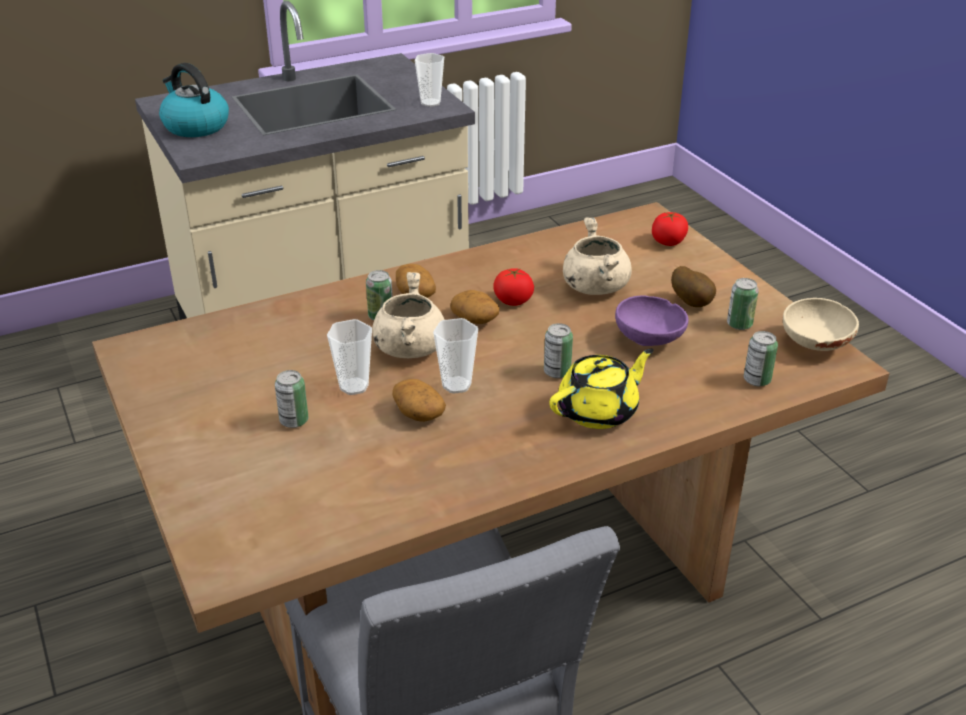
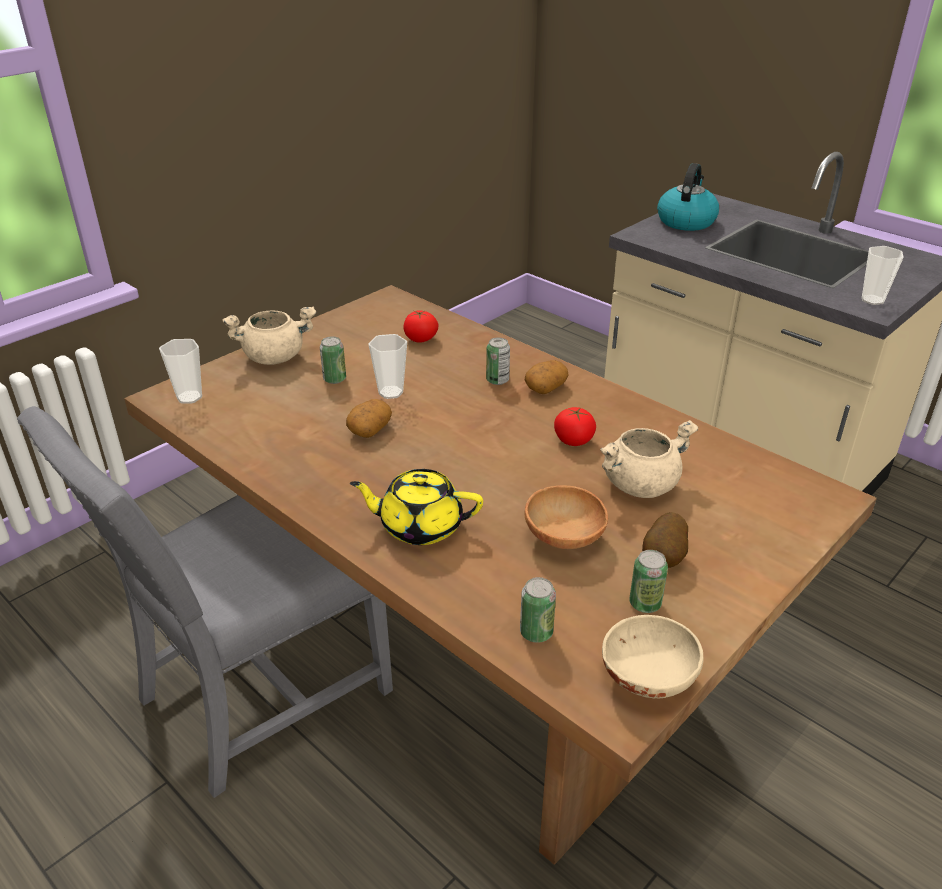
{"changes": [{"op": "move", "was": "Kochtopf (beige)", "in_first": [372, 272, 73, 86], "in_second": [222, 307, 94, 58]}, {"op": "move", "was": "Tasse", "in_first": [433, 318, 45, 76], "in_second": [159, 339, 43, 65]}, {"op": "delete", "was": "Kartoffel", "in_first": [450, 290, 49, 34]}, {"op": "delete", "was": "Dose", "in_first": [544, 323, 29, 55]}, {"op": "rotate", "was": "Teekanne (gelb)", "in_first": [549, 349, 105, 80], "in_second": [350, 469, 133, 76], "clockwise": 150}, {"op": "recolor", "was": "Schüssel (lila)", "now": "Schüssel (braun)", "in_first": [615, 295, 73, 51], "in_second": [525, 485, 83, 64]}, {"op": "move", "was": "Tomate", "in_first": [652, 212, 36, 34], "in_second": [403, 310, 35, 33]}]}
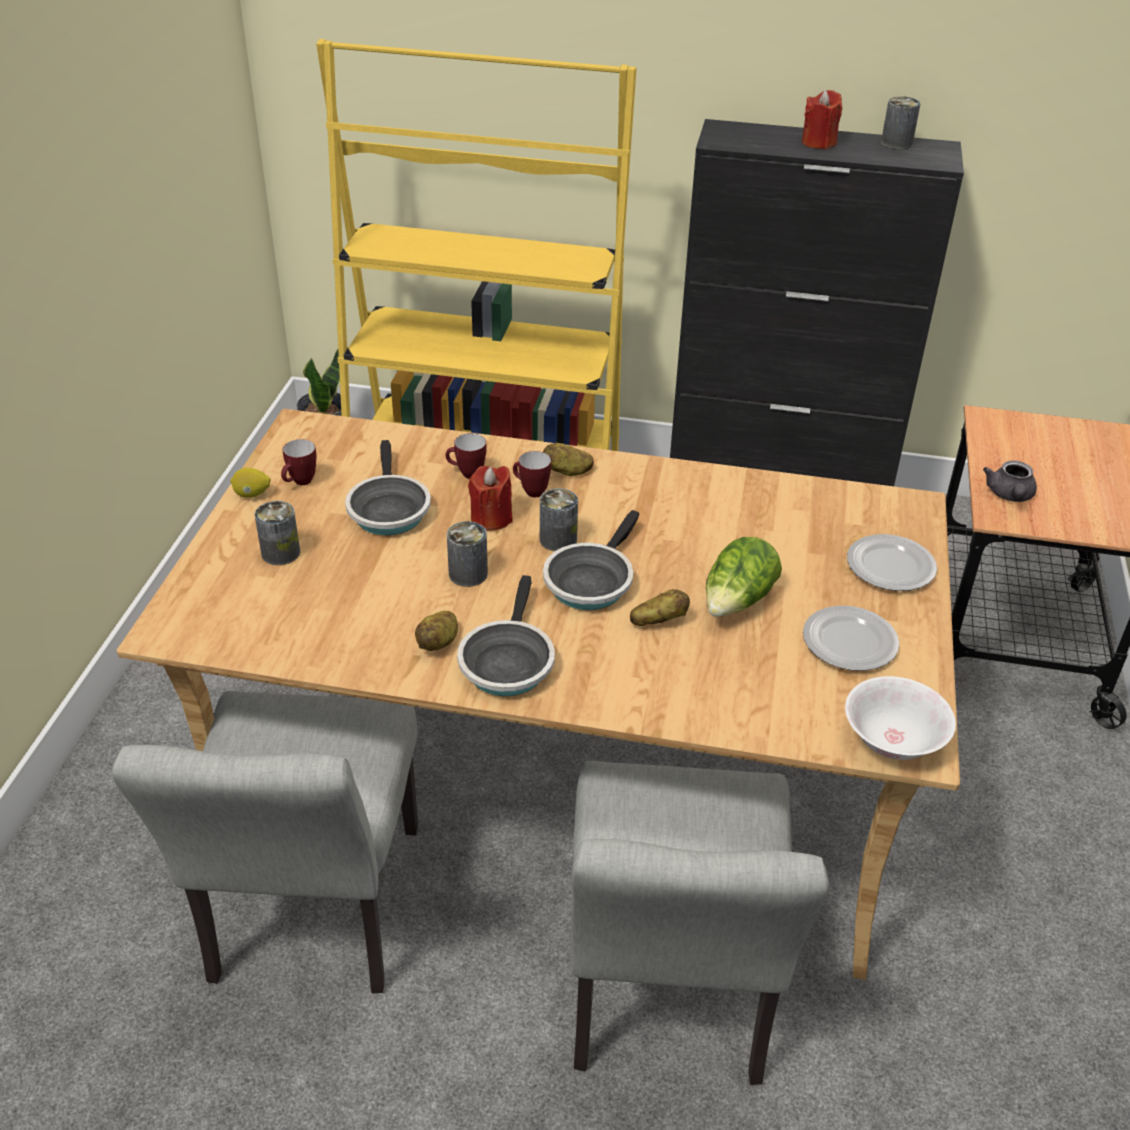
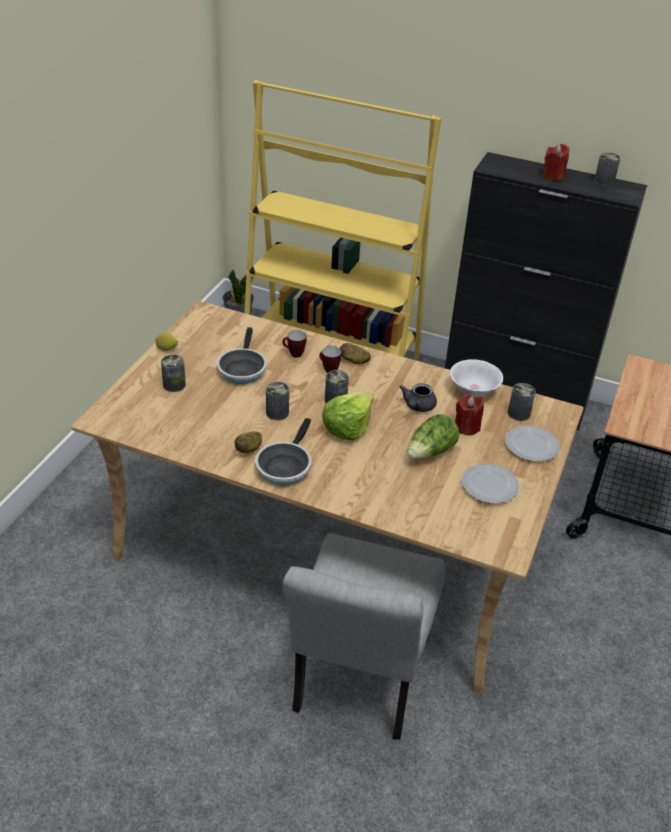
{"changes": [{"op": "delete", "was": "Stuhl (grau)", "in_first": [112, 691, 306, 303]}, {"op": "delete", "was": "Henkelbecher", "in_first": [281, 439, 35, 46]}, {"op": "move", "was": "Kerze (rot)", "in_first": [468, 466, 45, 65], "in_second": [455, 394, 29, 41]}, {"op": "replace", "was": "Pfanne", "now": "Salatkopf", "in_first": [543, 510, 96, 100], "in_second": [322, 392, 51, 49]}, {"op": "delete", "was": "Kartoffel", "in_first": [630, 589, 60, 37]}, {"op": "move", "was": "Schüssel (weiß)", "in_first": [845, 676, 111, 84], "in_second": [450, 359, 53, 38]}, {"op": "move", "was": "Teekanne (grau)", "in_first": [983, 460, 54, 42], "in_second": [400, 383, 37, 29]}, {"op": "insert", "now": "Dose", "in_second": [508, 383, 28, 38]}]}
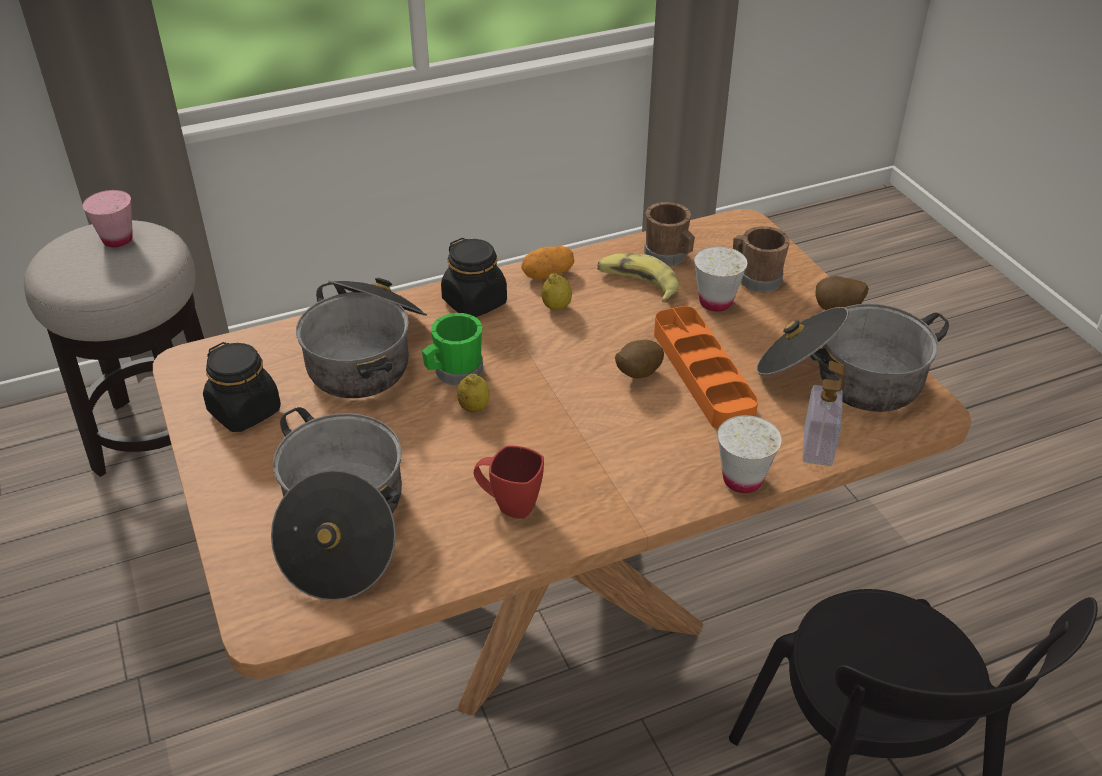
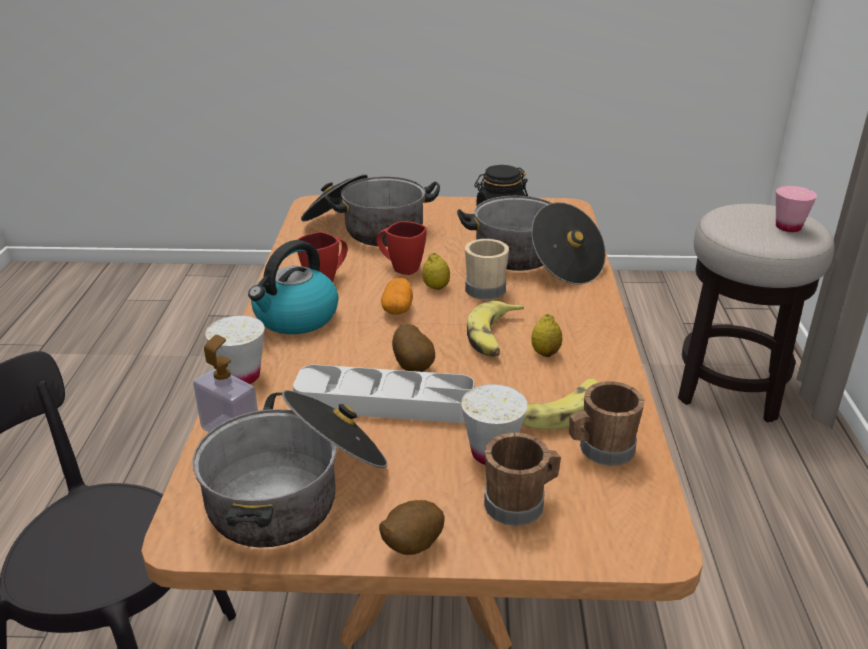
{"changes": [{"op": "recolor", "was": "Henkelbecher (grün)", "now": "Henkelbecher (beige)", "in_first": [422, 313, 61, 73], "in_second": [465, 239, 44, 61]}, {"op": "delete", "was": "Vorratsglas (schwarz)", "in_first": [441, 238, 66, 79]}, {"op": "move", "was": "Kartoffel", "in_first": [521, 246, 53, 34], "in_second": [381, 278, 32, 37]}, {"op": "recolor", "was": "Tablett (orange)", "now": "Tablett (grau)", "in_first": [654, 306, 104, 124], "in_second": [293, 364, 181, 59]}, {"op": "insert", "now": "Wasserkessel", "in_second": [248, 240, 90, 94]}, {"op": "insert", "now": "Henkelbecher (rot)", "in_second": [377, 221, 50, 54]}, {"op": "insert", "now": "Banane", "in_second": [467, 301, 57, 56]}]}
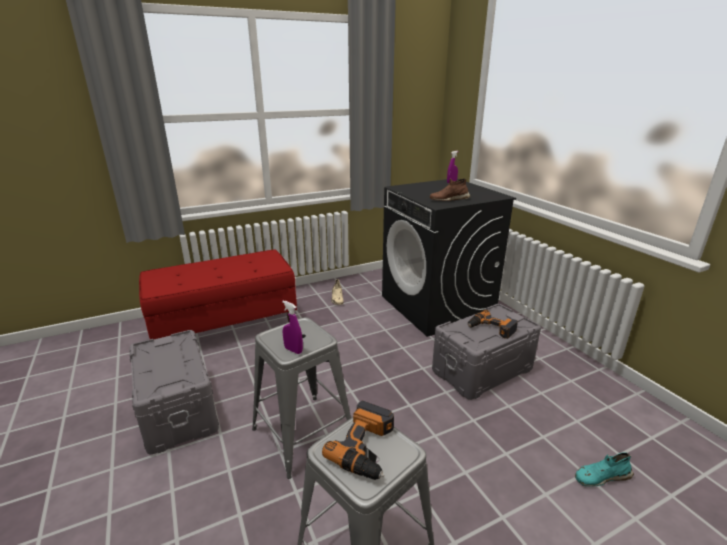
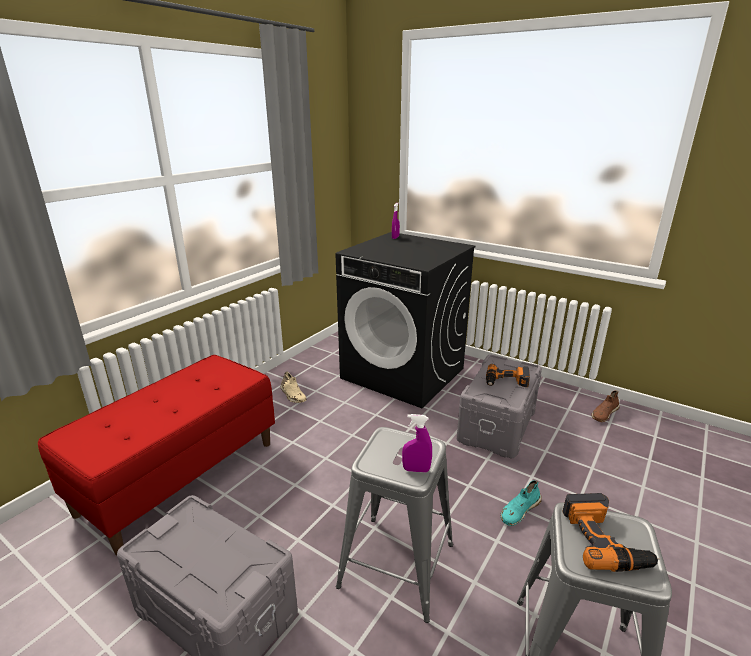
{"changes": [{"op": "move", "was": "Schuh (braun)", "in_first": [430, 178, 41, 23], "in_second": [591, 390, 28, 32]}, {"op": "move", "was": "Schuh (türkis)", "in_first": [575, 452, 59, 35], "in_second": [500, 480, 42, 46]}]}
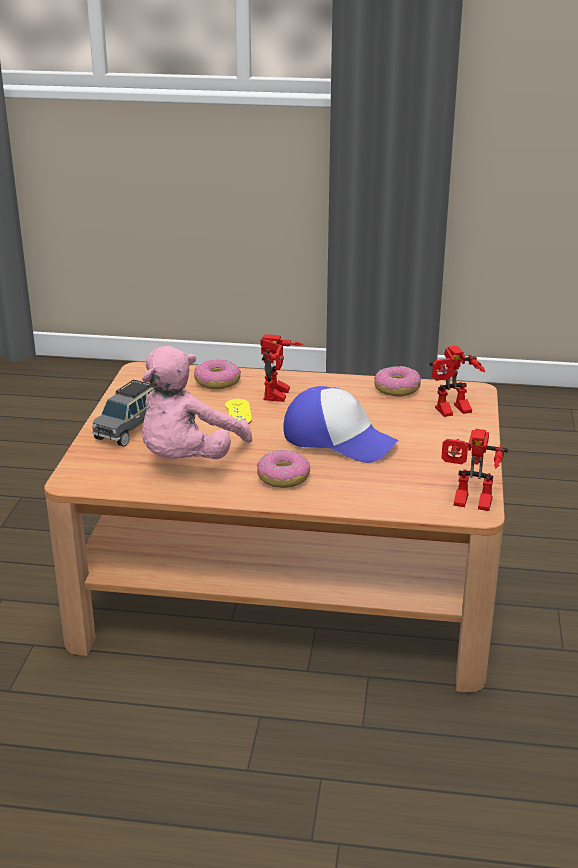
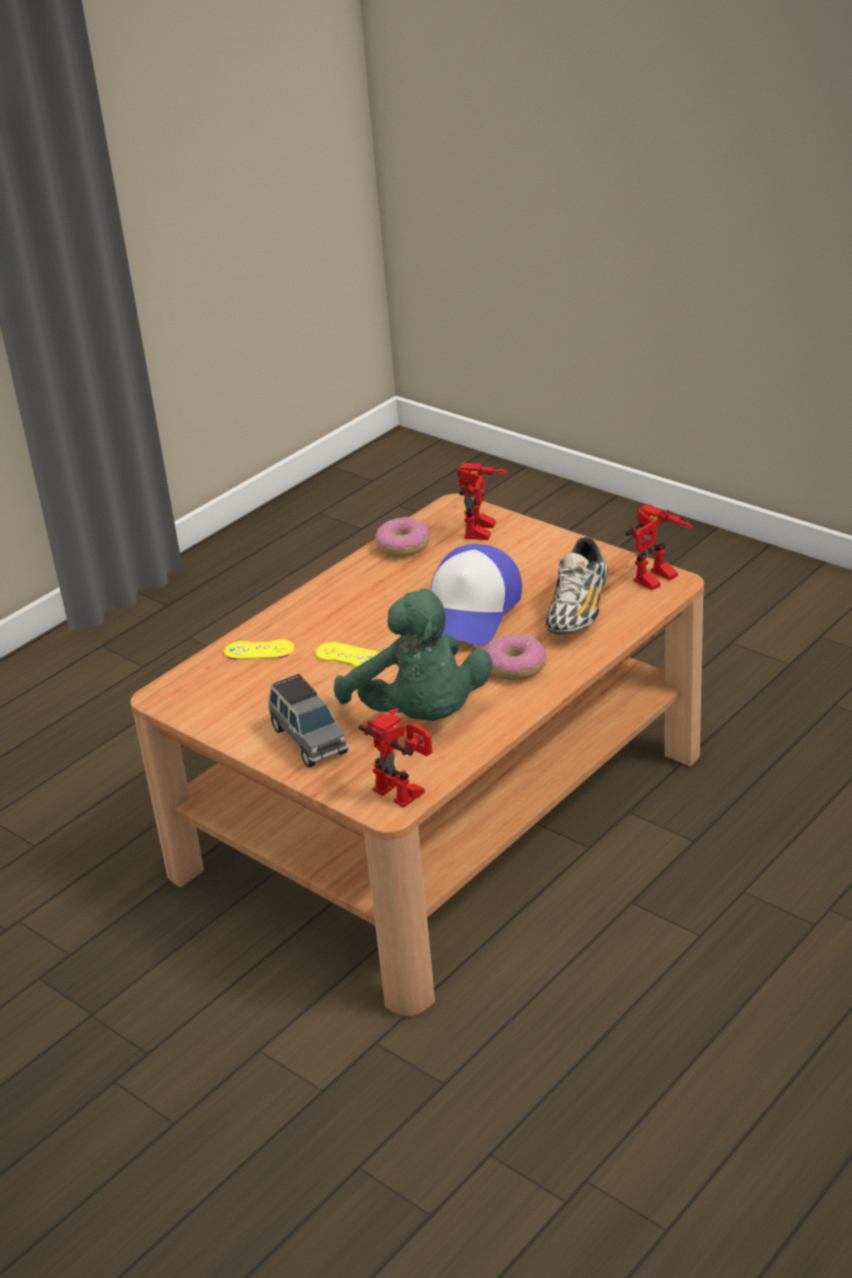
{"changes": [{"op": "recolor", "was": "Plüschtier (rosa)", "now": "Plüschtier (grün)", "in_first": [142, 346, 111, 113], "in_second": [334, 588, 158, 133]}, {"op": "replace", "was": "Donut", "now": "Gamepad (gelb)", "in_first": [194, 359, 47, 30], "in_second": [224, 639, 70, 21]}, {"op": "move", "was": "Spielzeugroboter", "in_first": [260, 334, 44, 68], "in_second": [359, 708, 74, 99]}, {"op": "rotate", "was": "Kappe", "in_first": [283, 386, 116, 77], "in_second": [431, 544, 91, 102], "clockwise": 135}, {"op": "insert", "now": "Schuh", "in_second": [546, 537, 62, 98]}]}
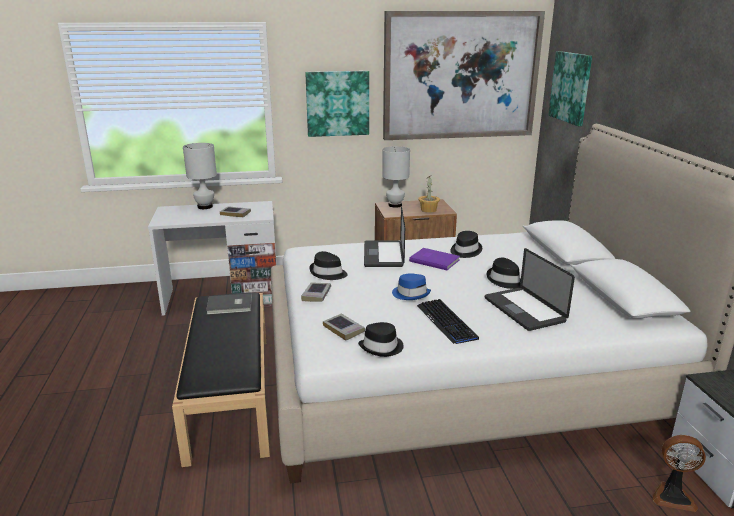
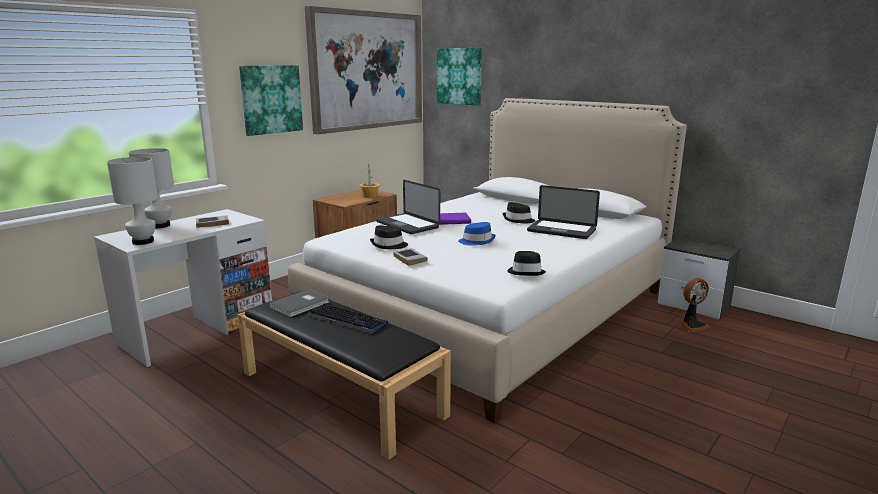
{"changes": [{"op": "delete", "was": "Buch", "in_first": [323, 314, 42, 27]}, {"op": "move", "was": "Tischlampe (weiß)", "in_first": [382, 146, 28, 62], "in_second": [107, 157, 51, 88]}, {"op": "move", "was": "Tastatur", "in_first": [417, 299, 62, 45], "in_second": [307, 303, 81, 30]}, {"op": "delete", "was": "Hut (schwarz)", "in_first": [450, 231, 32, 27]}]}
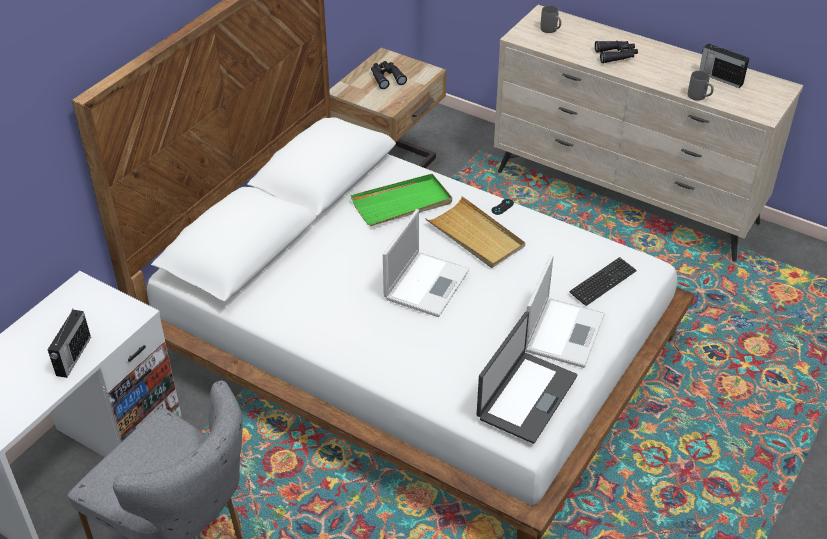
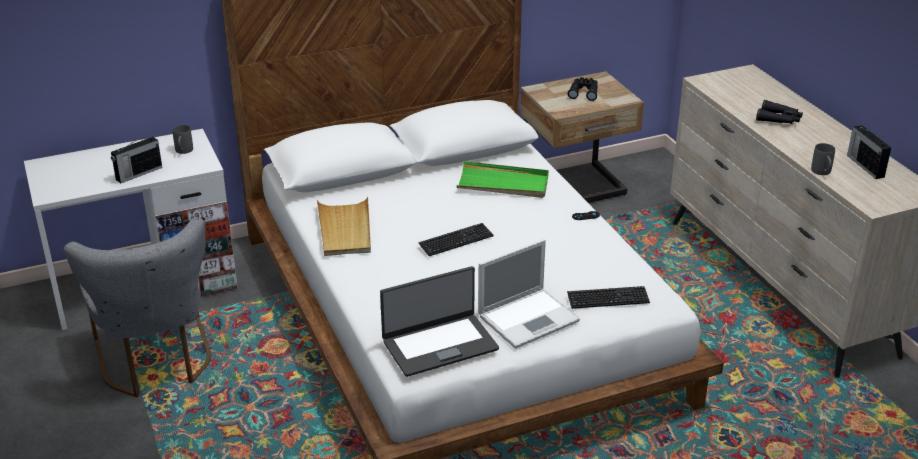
{"changes": [{"op": "replace", "was": "Laptop", "now": "Tastatur", "in_first": [383, 209, 87, 108], "in_second": [418, 223, 76, 33]}, {"op": "move", "was": "Tablett (beige)", "in_first": [425, 196, 100, 72], "in_second": [317, 197, 54, 59]}, {"op": "move", "was": "Henkelbecher (grau)", "in_first": [540, 5, 21, 28], "in_second": [172, 125, 21, 29]}]}
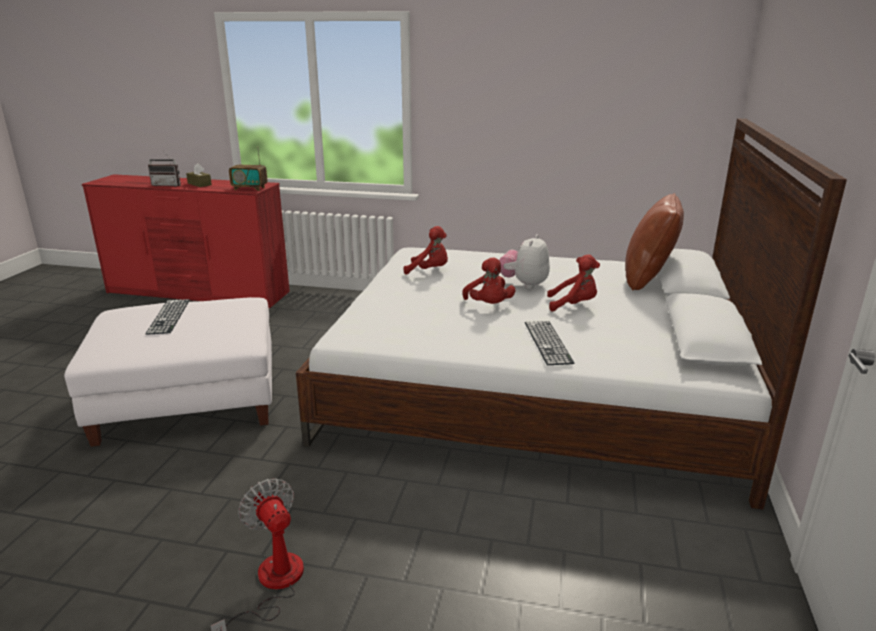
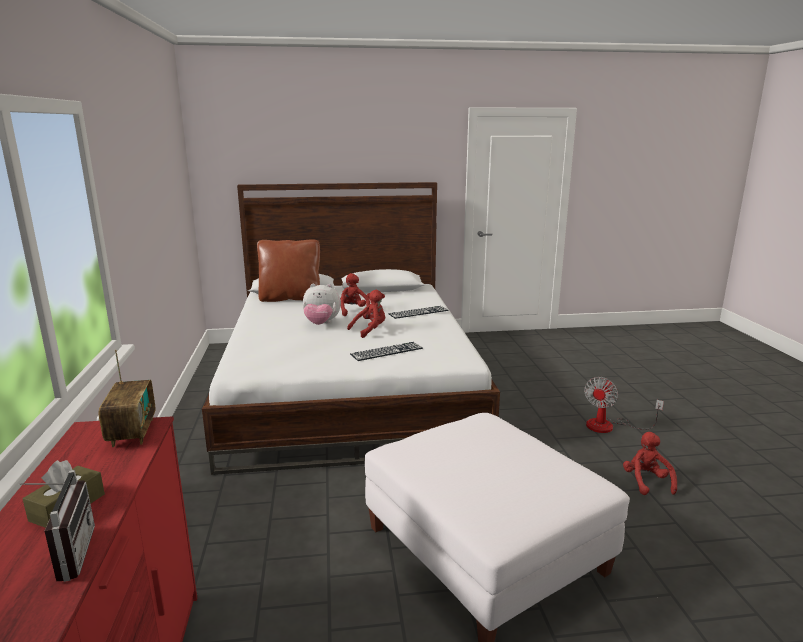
{"changes": [{"op": "move", "was": "Tastatur", "in_first": [146, 299, 44, 36], "in_second": [350, 342, 73, 19]}, {"op": "move", "was": "Plüschtier (rot)", "in_first": [404, 226, 44, 49], "in_second": [623, 432, 54, 63]}]}
